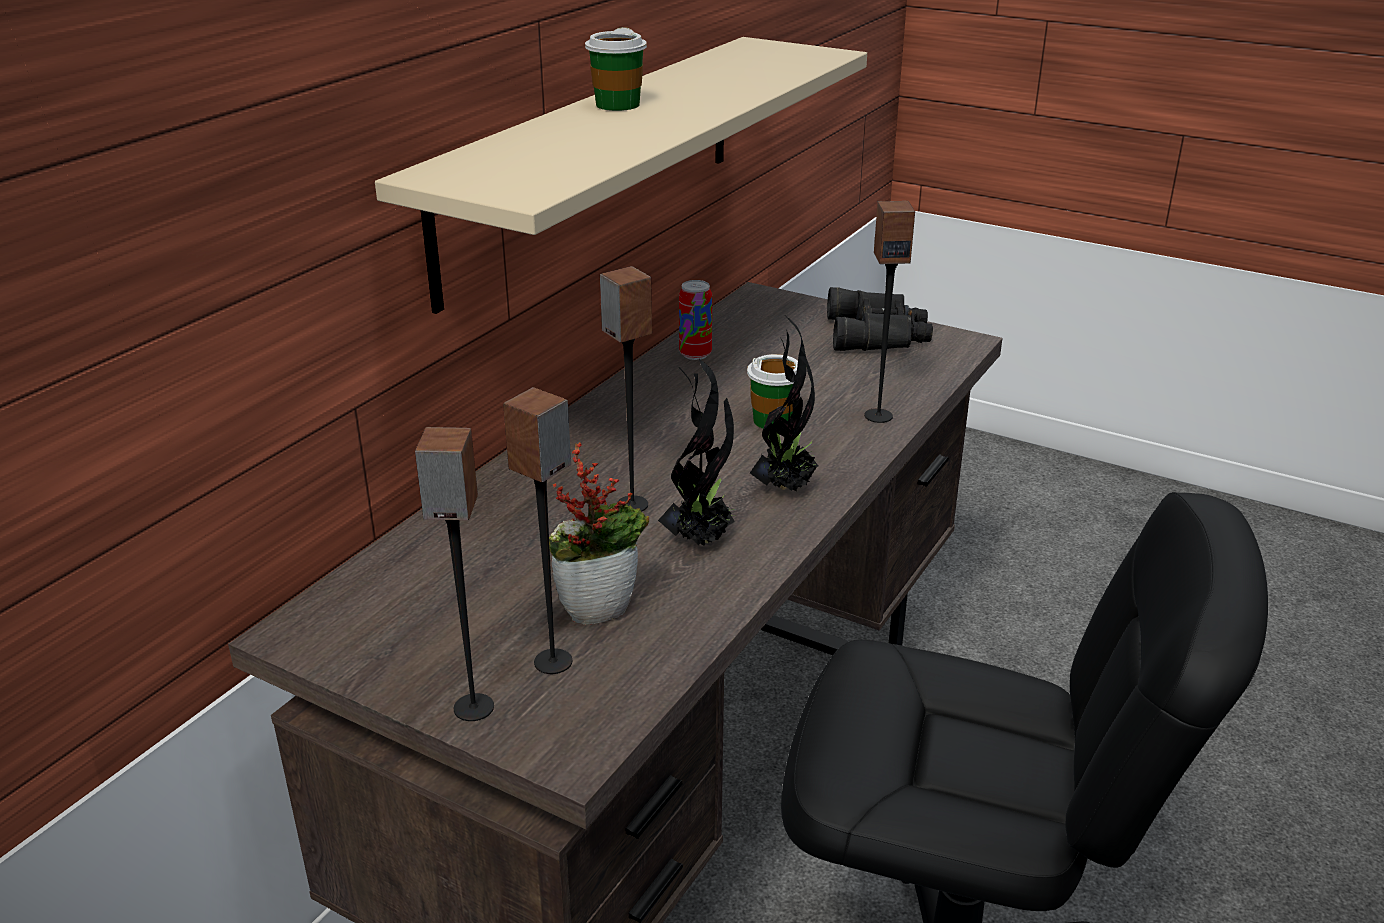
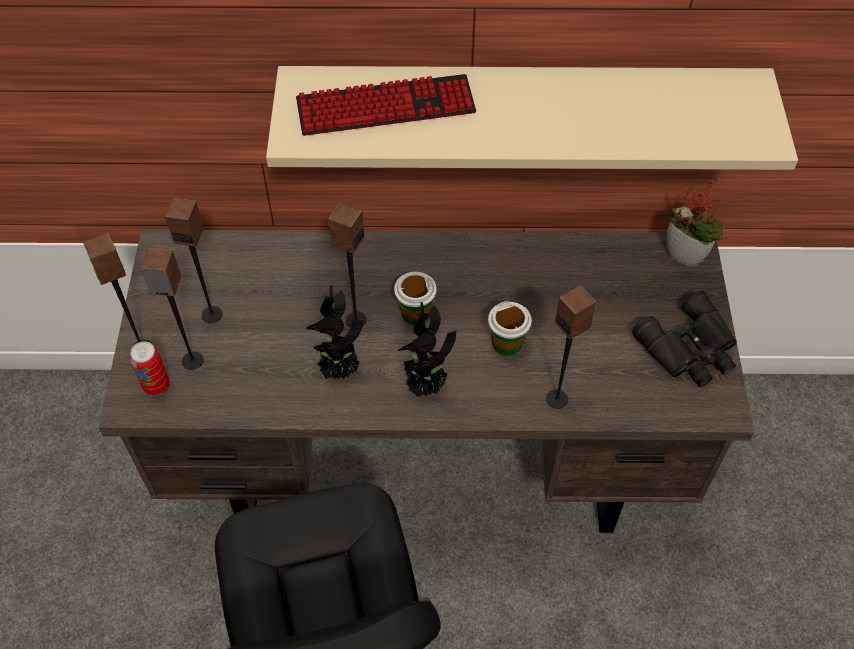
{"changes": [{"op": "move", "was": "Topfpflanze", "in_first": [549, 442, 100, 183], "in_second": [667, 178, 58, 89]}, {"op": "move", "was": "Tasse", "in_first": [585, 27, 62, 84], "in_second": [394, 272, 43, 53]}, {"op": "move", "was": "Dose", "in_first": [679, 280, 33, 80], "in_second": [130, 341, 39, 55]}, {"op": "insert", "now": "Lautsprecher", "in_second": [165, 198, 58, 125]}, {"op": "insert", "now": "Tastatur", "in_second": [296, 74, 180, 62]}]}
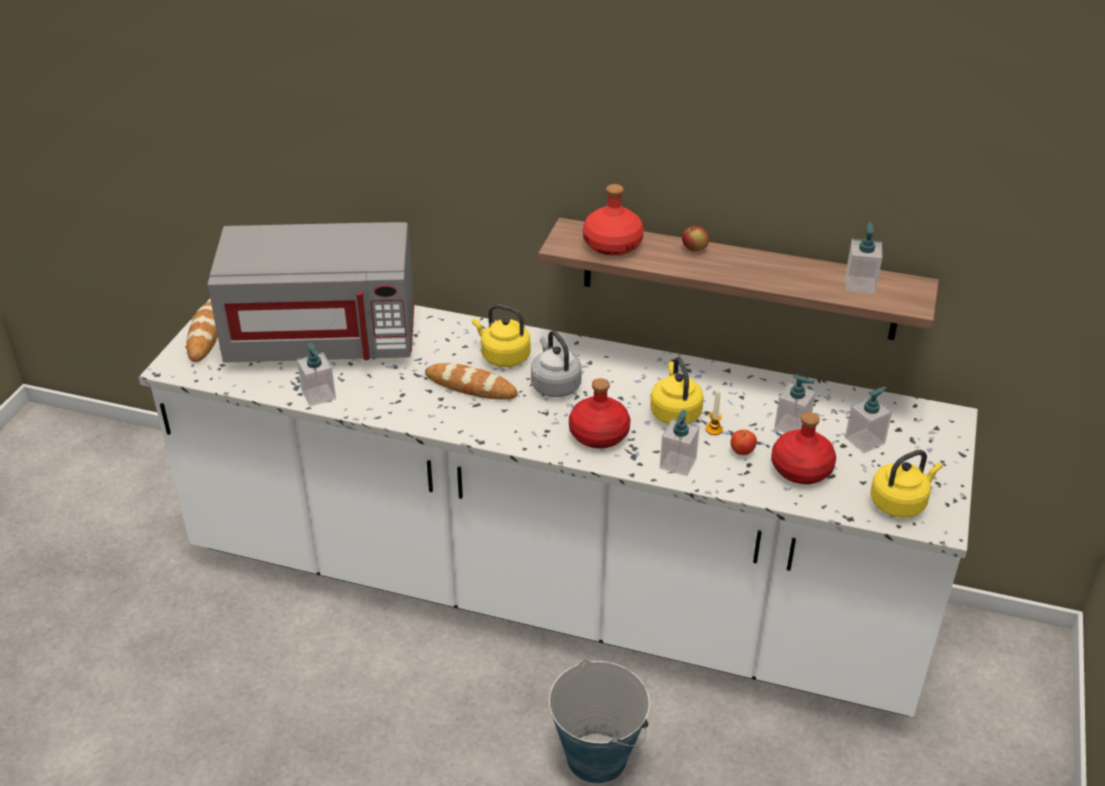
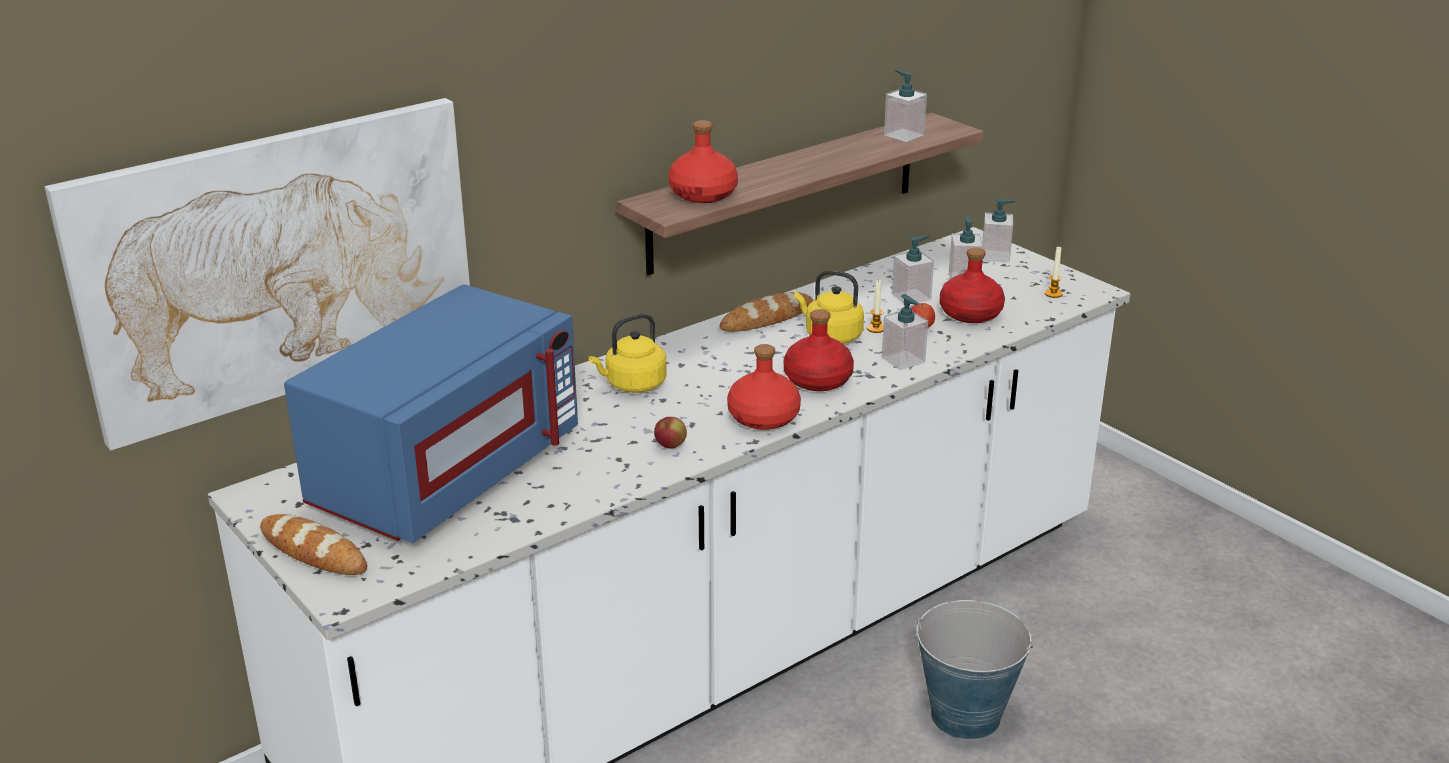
{"changes": [{"op": "recolor", "was": "Mikrowelle (grau)", "now": "Mikrowelle (blau)", "in_first": [207, 222, 208, 141], "in_second": [284, 284, 294, 259]}, {"op": "move", "was": "Seifenspender", "in_first": [297, 343, 39, 63], "in_second": [982, 198, 34, 64]}, {"op": "move", "was": "Brot", "in_first": [425, 363, 93, 37], "in_second": [720, 292, 93, 40]}, {"op": "delete", "was": "Wasserkessel (grau)", "in_first": [531, 330, 51, 67]}, {"op": "move", "was": "Apfel", "in_first": [682, 226, 27, 26], "in_second": [654, 417, 33, 31]}, {"op": "replace", "was": "Wasserkessel (gelb)", "now": "Kerze", "in_first": [870, 450, 72, 68], "in_second": [1045, 247, 18, 51]}, {"op": "insert", "now": "Bild", "in_second": [44, 98, 426, 353]}, {"op": "insert", "now": "Flasche (rot)", "in_second": [727, 344, 74, 86]}]}
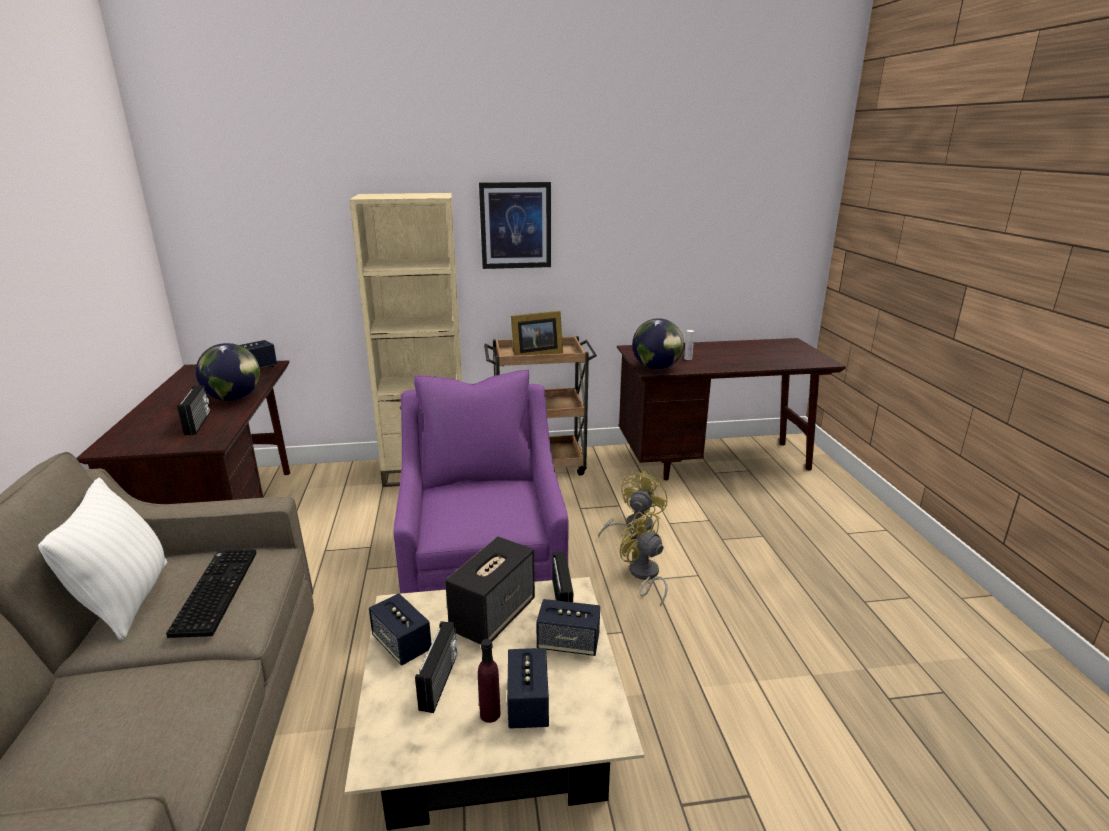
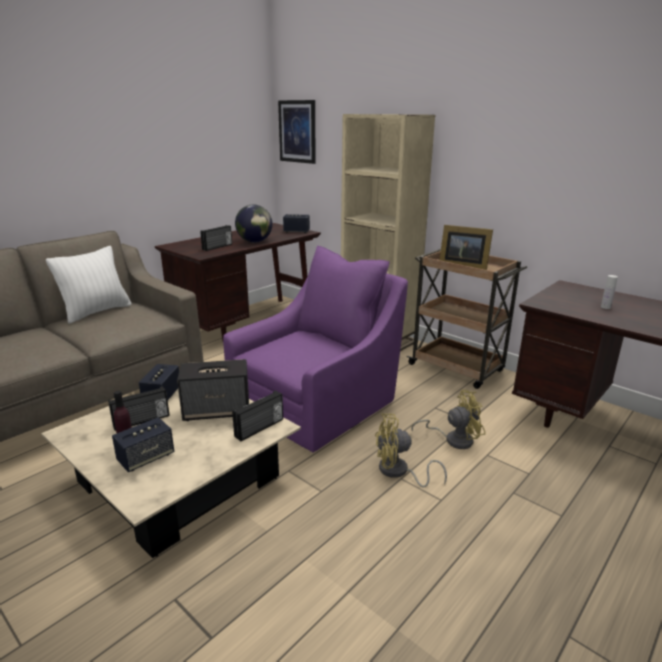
{"changes": [{"op": "delete", "was": "Tastatur", "in_first": [166, 549, 90, 89]}, {"op": "move", "was": "Bild", "in_first": [479, 182, 72, 87], "in_second": [278, 100, 38, 64]}, {"op": "delete", "was": "Lautsprecher", "in_first": [536, 599, 64, 57]}, {"op": "rotate", "was": "Ventilator (gelb)", "in_first": [620, 511, 47, 96], "in_second": [375, 414, 72, 73], "clockwise": -105}, {"op": "delete", "was": "Globus", "in_first": [632, 318, 52, 52]}]}
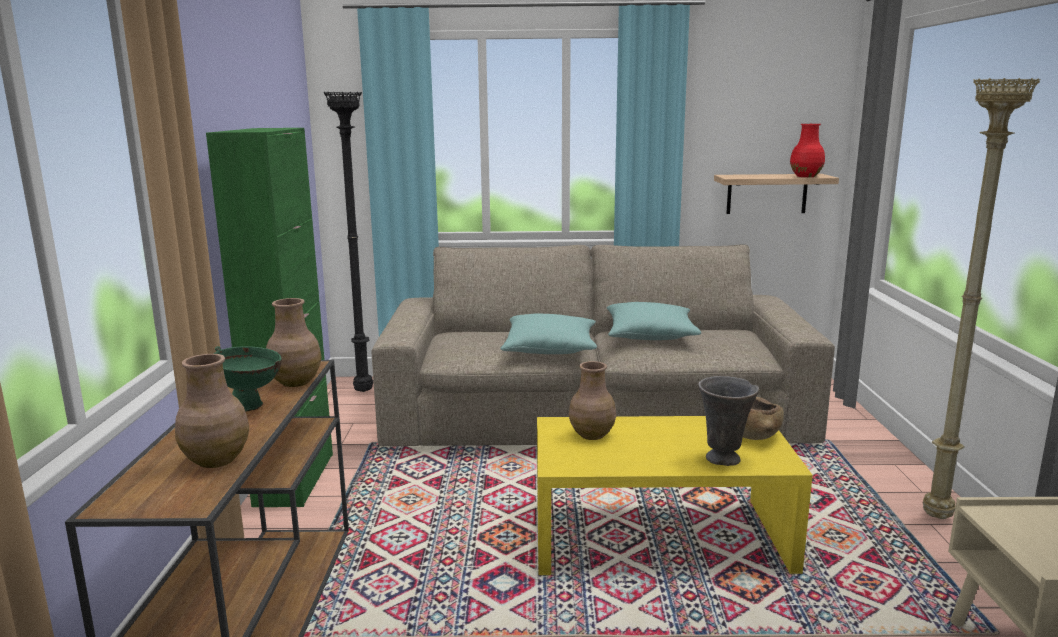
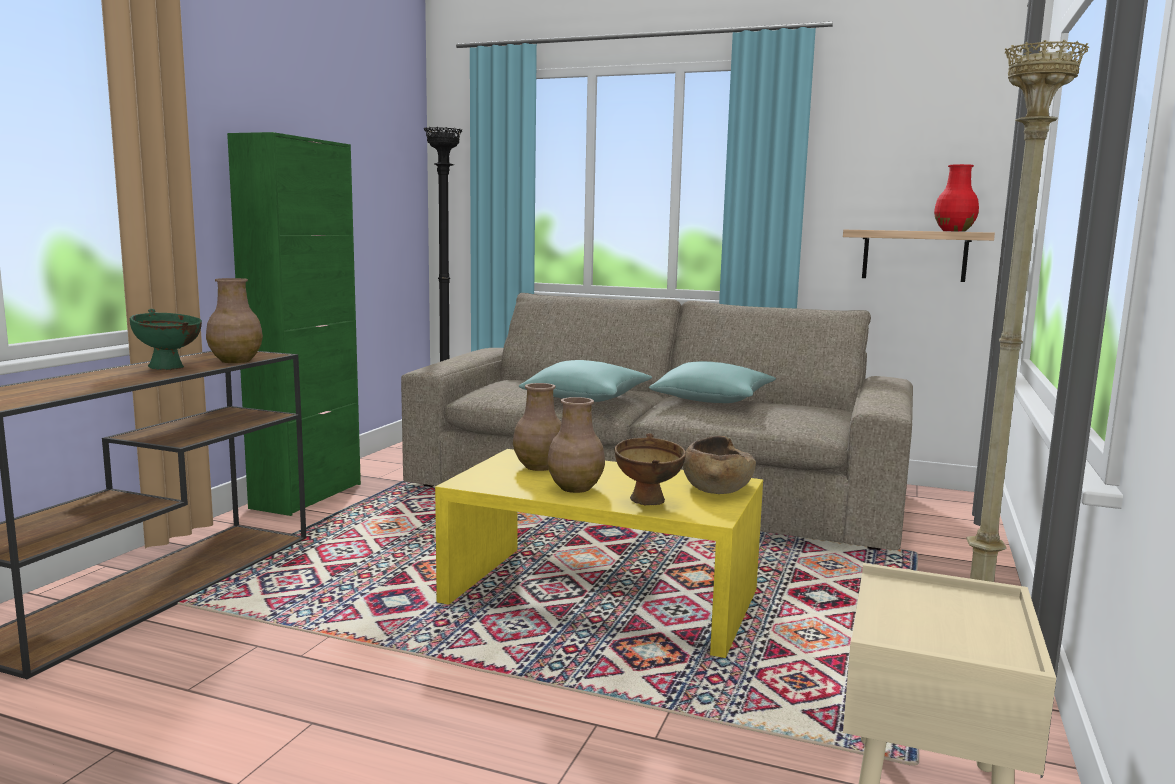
{"changes": [{"op": "move", "was": "Vase (braun)", "in_first": [175, 354, 74, 114], "in_second": [547, 397, 58, 96]}, {"op": "replace", "was": "Vase (grau)", "now": "Schüssel (braun)", "in_first": [699, 376, 60, 90], "in_second": [615, 433, 71, 73]}]}
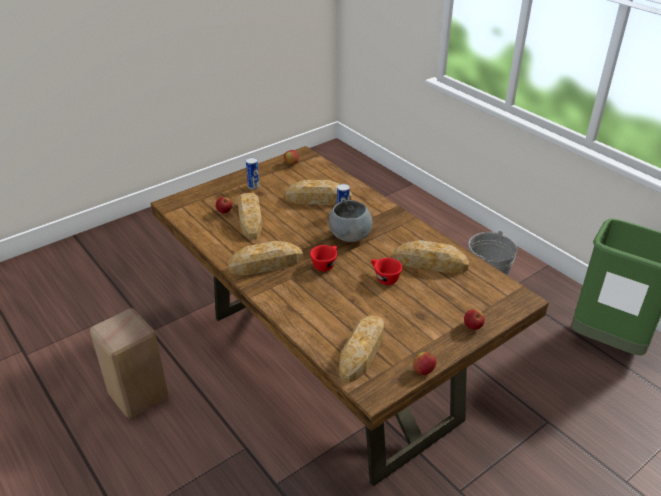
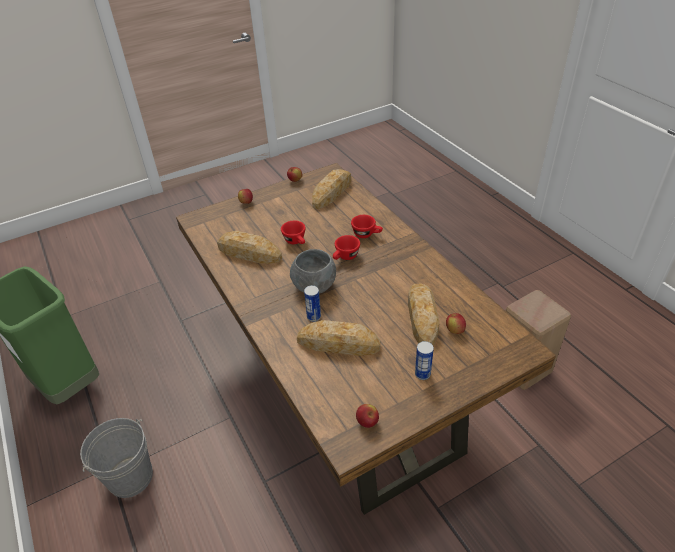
{"changes": [{"op": "delete", "was": "Brot", "in_first": [228, 241, 76, 34]}, {"op": "insert", "now": "Tasse (rot)", "in_second": [351, 215, 32, 23]}]}
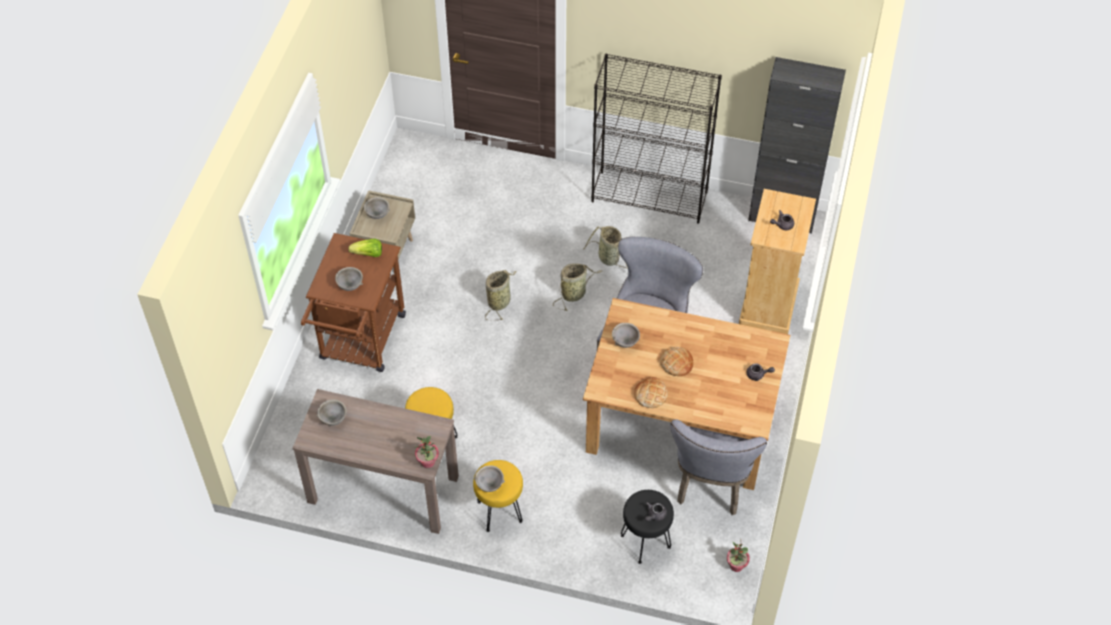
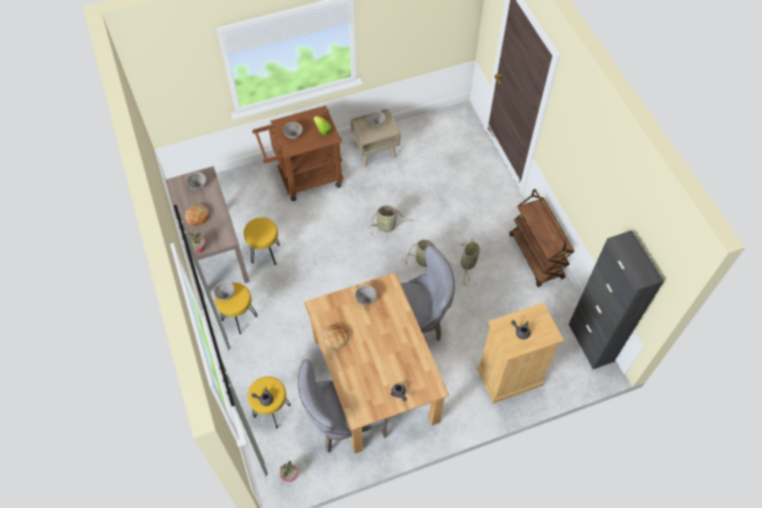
{"changes": [{"op": "replace", "was": "Bücherregal (schwarz)", "now": "Rollwagen (braun)", "in_first": [591, 53, 131, 171], "in_second": [509, 189, 66, 98]}, {"op": "recolor", "was": "Hocker (schwarz)", "now": "Hocker (gelb)", "in_first": [621, 490, 53, 74], "in_second": [248, 376, 43, 52]}, {"op": "move", "was": "Brot", "in_first": [660, 347, 33, 29], "in_second": [185, 204, 24, 22]}]}
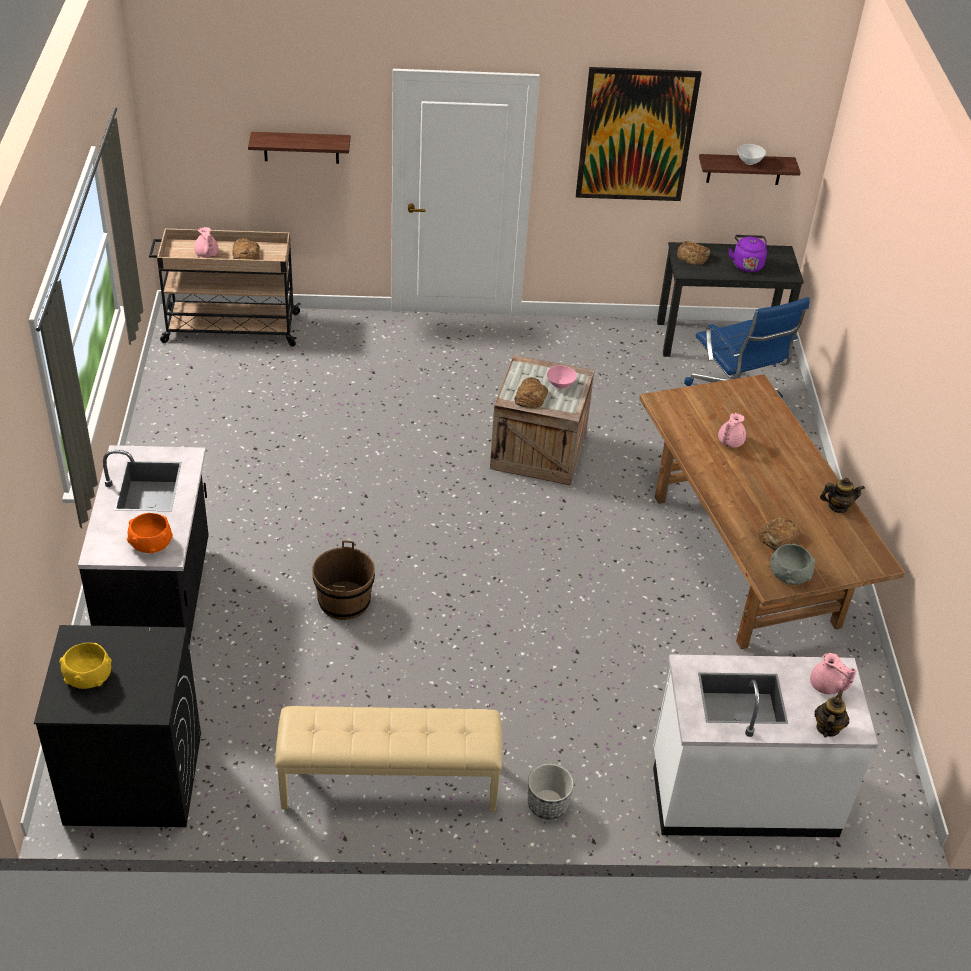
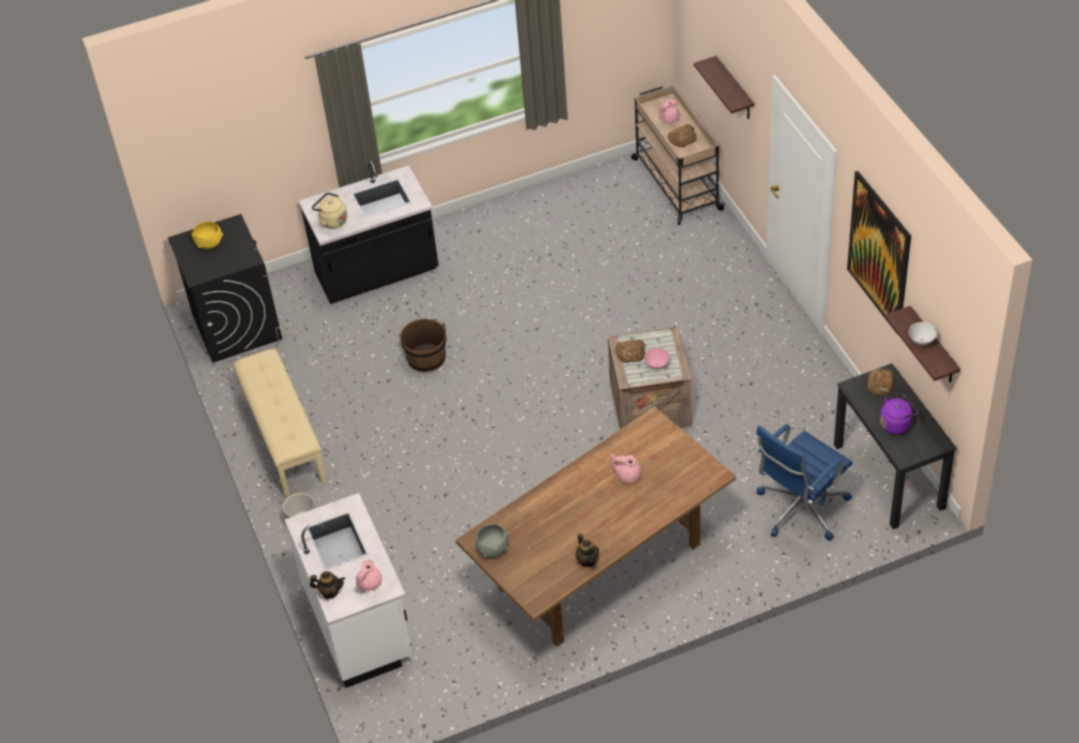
{"changes": [{"op": "replace", "was": "Schüssel (orange)", "now": "Wasserkessel (beige)", "in_first": [127, 513, 46, 41], "in_second": [311, 193, 36, 36]}, {"op": "delete", "was": "Brot", "in_first": [758, 517, 43, 33]}]}
